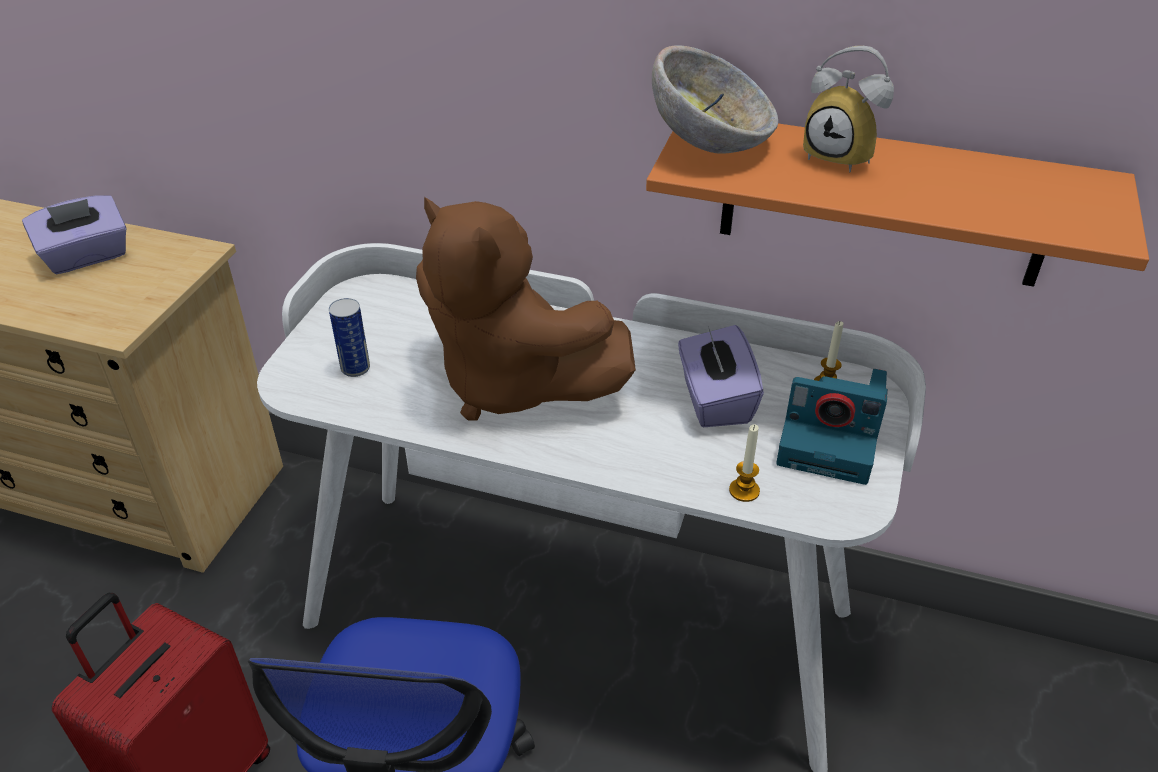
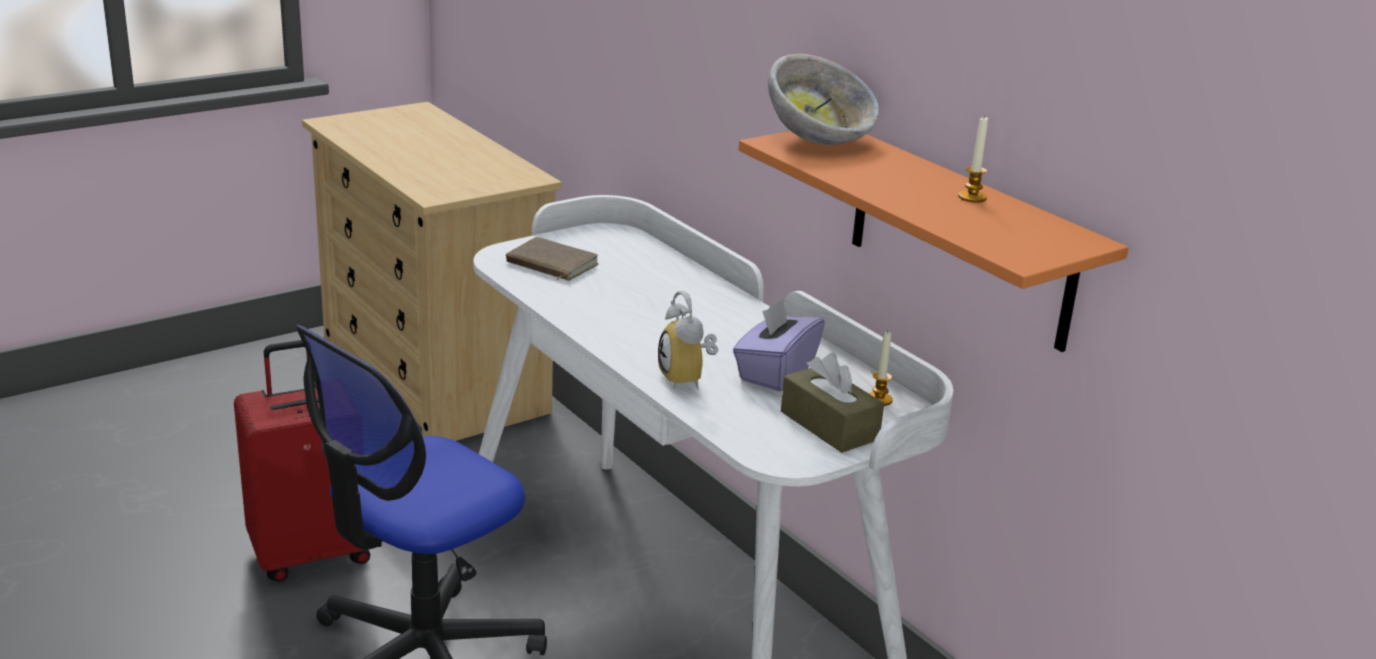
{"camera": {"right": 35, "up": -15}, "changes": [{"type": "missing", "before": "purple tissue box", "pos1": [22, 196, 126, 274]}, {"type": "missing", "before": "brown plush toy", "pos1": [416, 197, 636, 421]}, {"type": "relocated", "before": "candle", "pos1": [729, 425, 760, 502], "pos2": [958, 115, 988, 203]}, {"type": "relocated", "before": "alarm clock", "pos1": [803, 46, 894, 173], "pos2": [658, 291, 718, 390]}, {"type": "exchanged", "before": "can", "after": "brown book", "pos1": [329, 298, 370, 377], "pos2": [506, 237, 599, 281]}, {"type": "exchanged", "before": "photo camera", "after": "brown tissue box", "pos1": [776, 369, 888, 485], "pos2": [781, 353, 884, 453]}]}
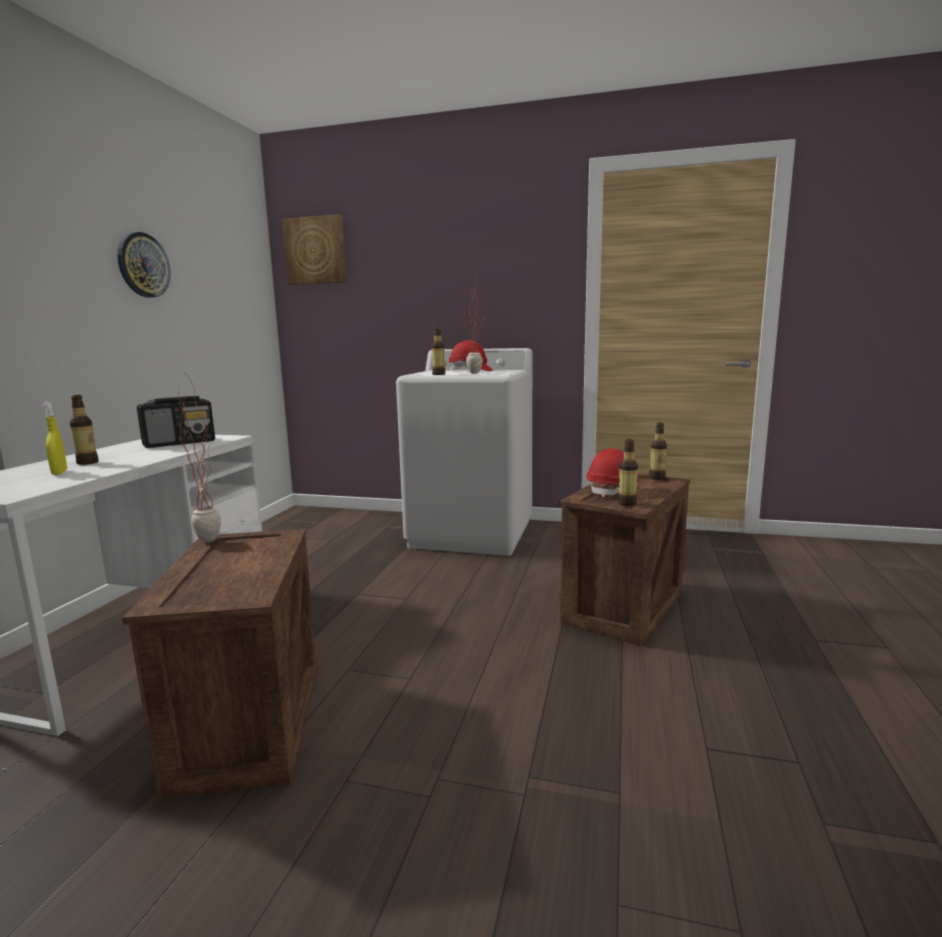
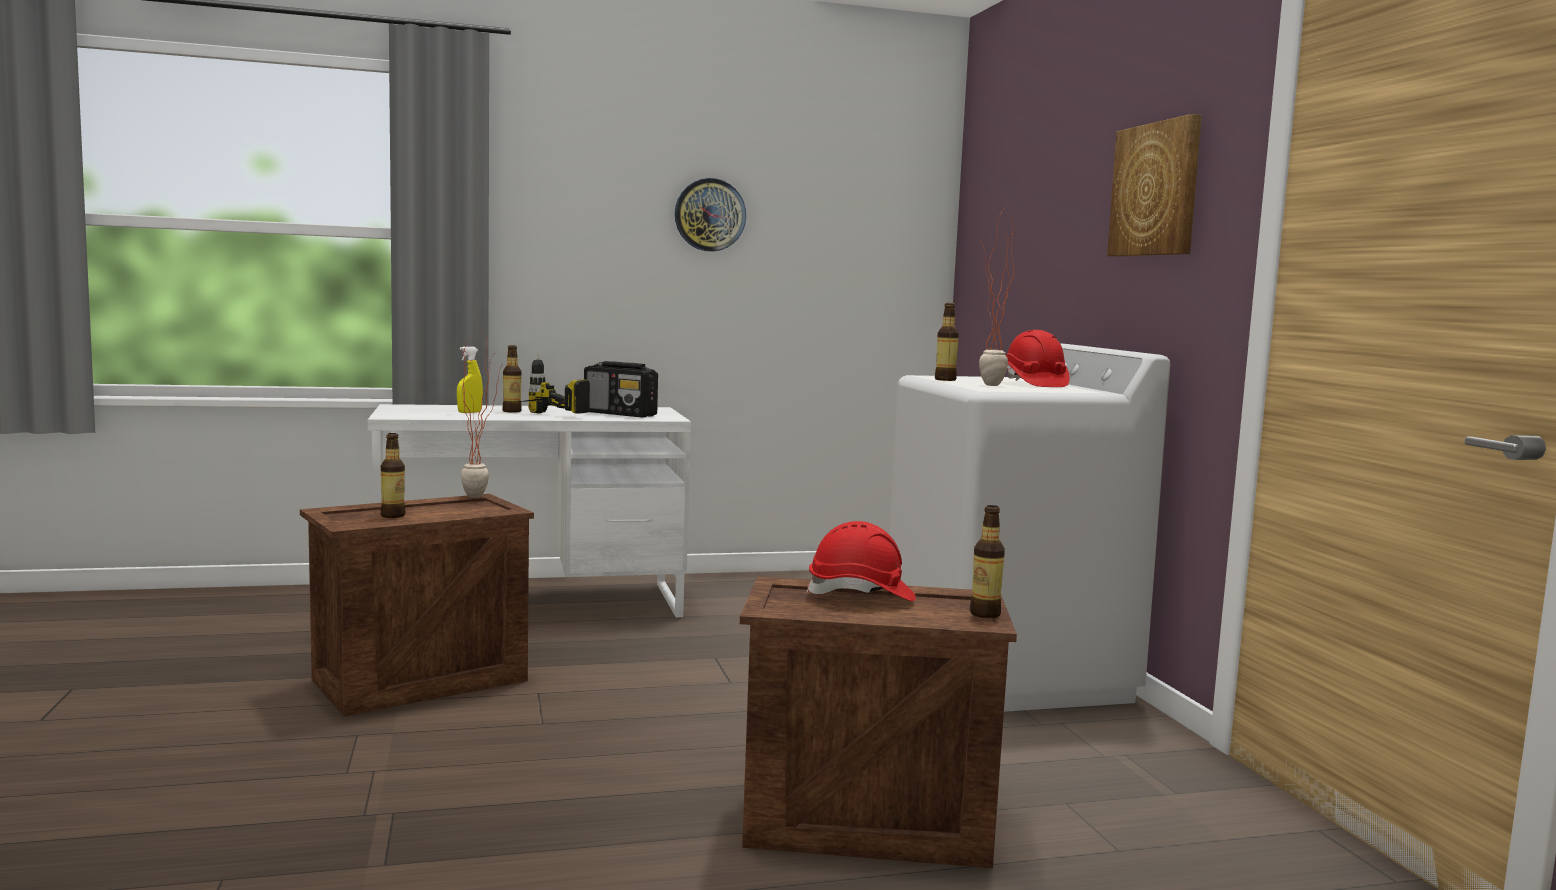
{"camera": {"right": 60, "up": -5}, "changes": [{"type": "appeared", "after": "power drill", "pos2": [518, 354, 590, 414]}, {"type": "relocated", "before": "picture", "pos1": [282, 214, 347, 285], "pos2": [1107, 114, 1202, 257]}, {"type": "relocated", "before": "bottle", "pos1": [618, 439, 638, 506], "pos2": [381, 433, 405, 518]}]}
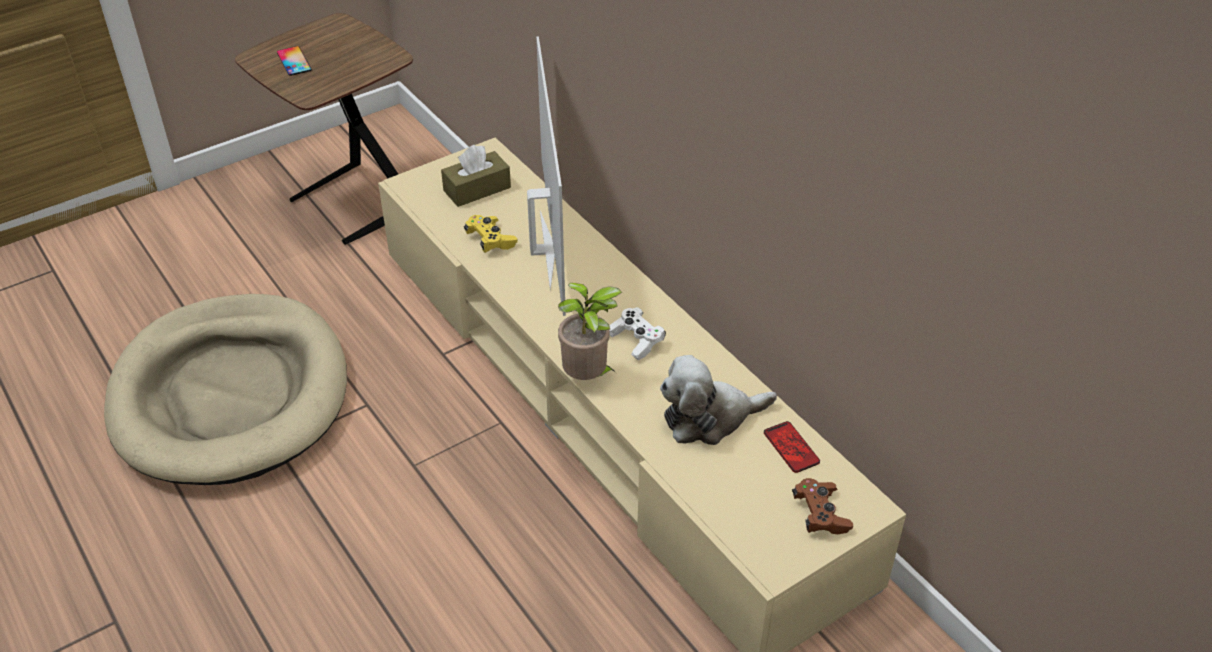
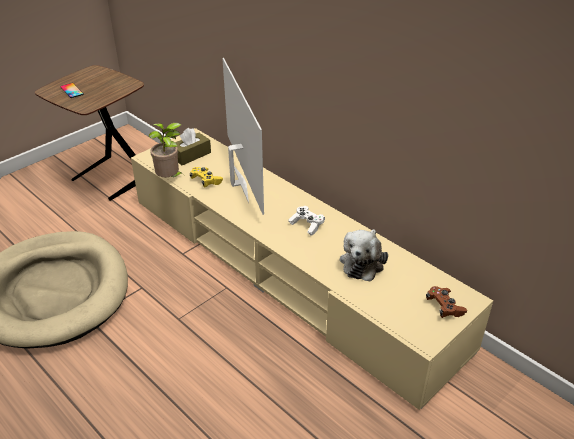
{"camera": {"right": -10, "up": -5}, "changes": [{"type": "missing", "before": "phone", "pos1": [764, 421, 820, 473]}, {"type": "relocated", "before": "potted plant", "pos1": [558, 283, 622, 380], "pos2": [149, 123, 183, 177]}, {"type": "spun", "before": "plush toy", "pos1": [660, 355, 777, 445], "pos2": [340, 229, 388, 282], "turn": -45}]}
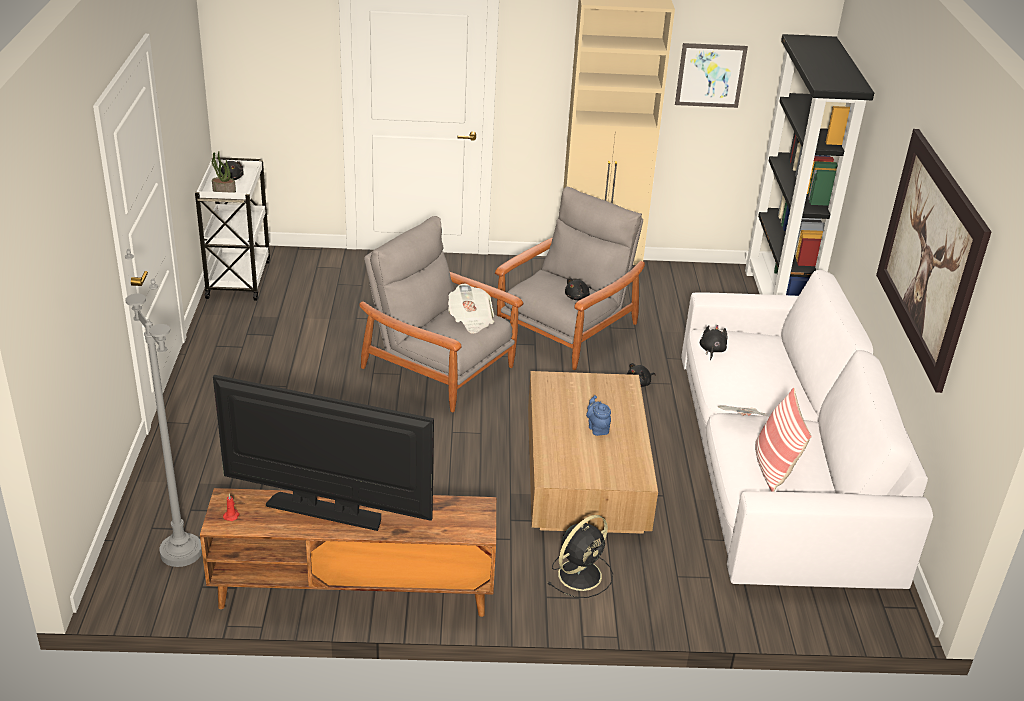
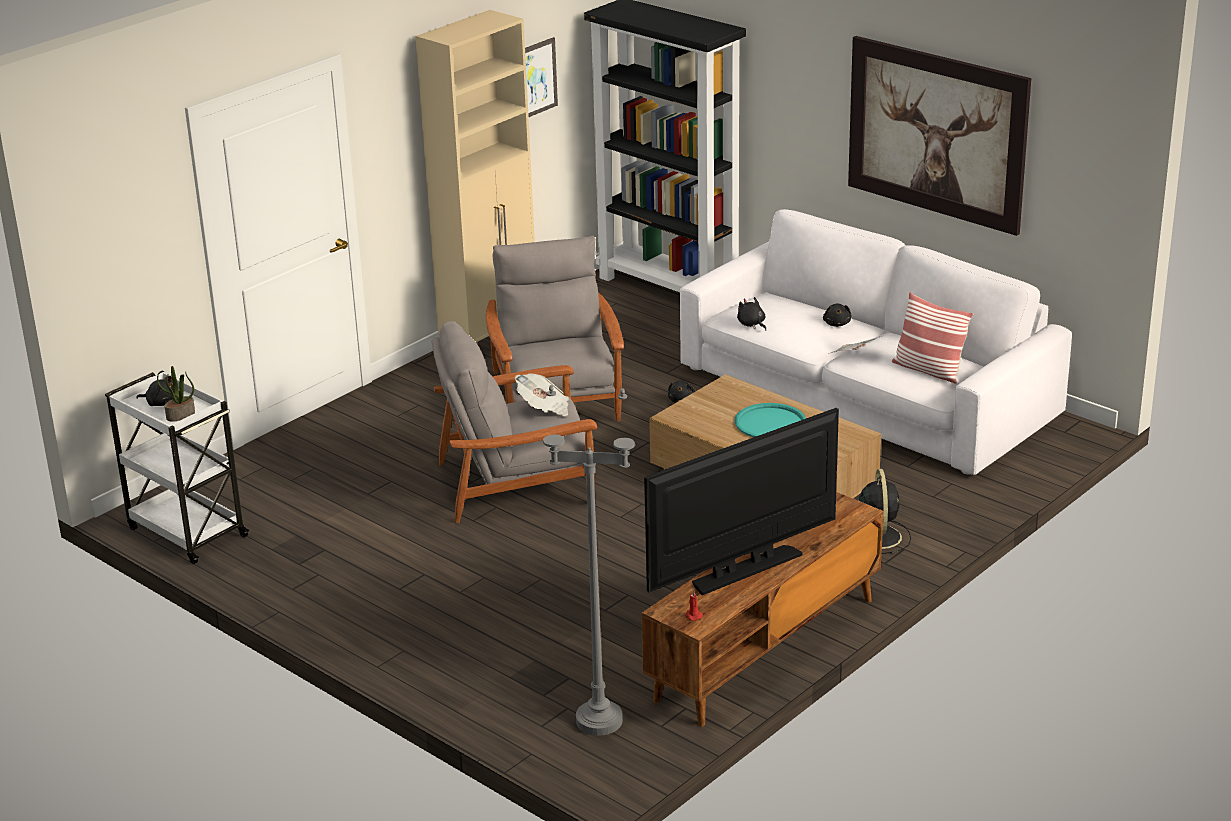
{"camera": {"right": -45, "up": -5}, "changes": [{"type": "relocated", "before": "black plush toy", "pos1": [565, 278, 592, 301], "pos2": [823, 303, 852, 327]}, {"type": "exchanged", "before": "blue teapot", "after": "turquoise tray", "pos1": [586, 395, 611, 436], "pos2": [735, 403, 806, 438]}]}
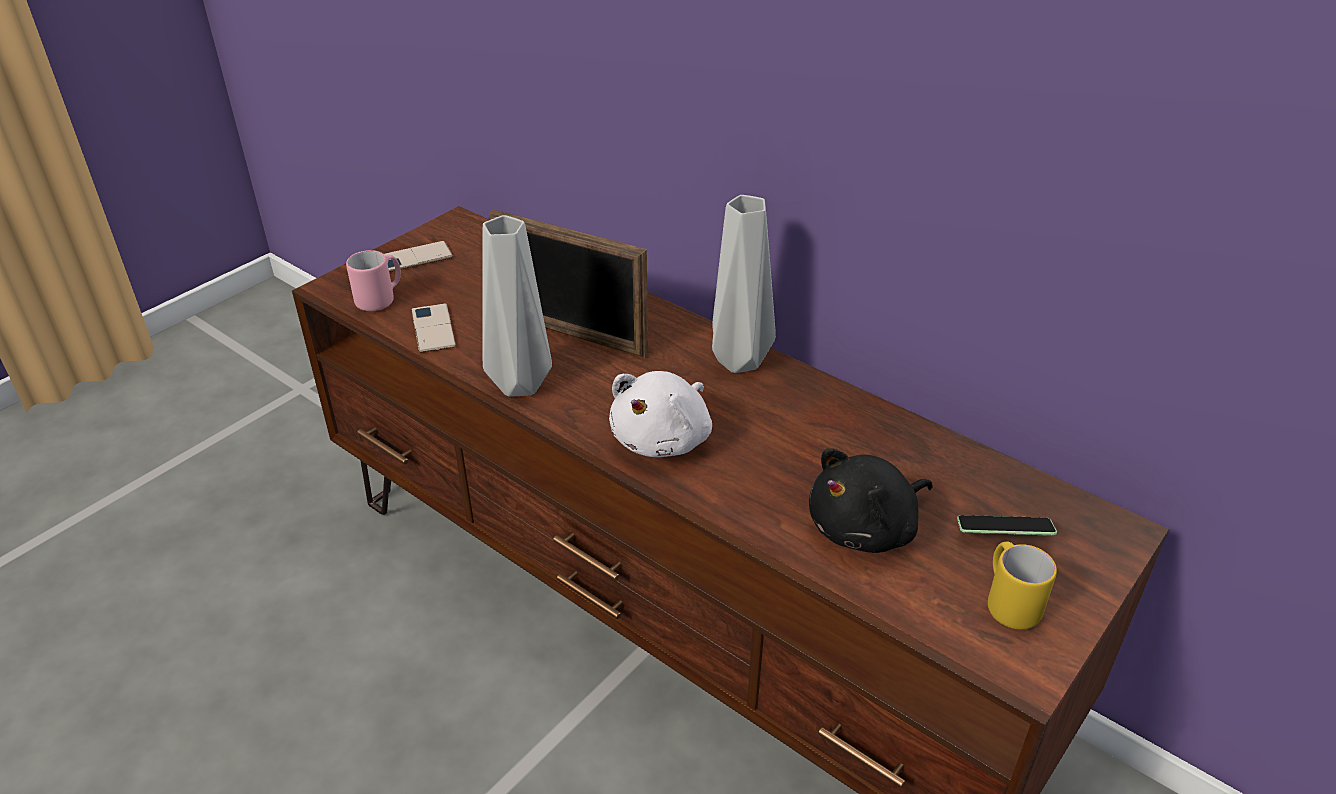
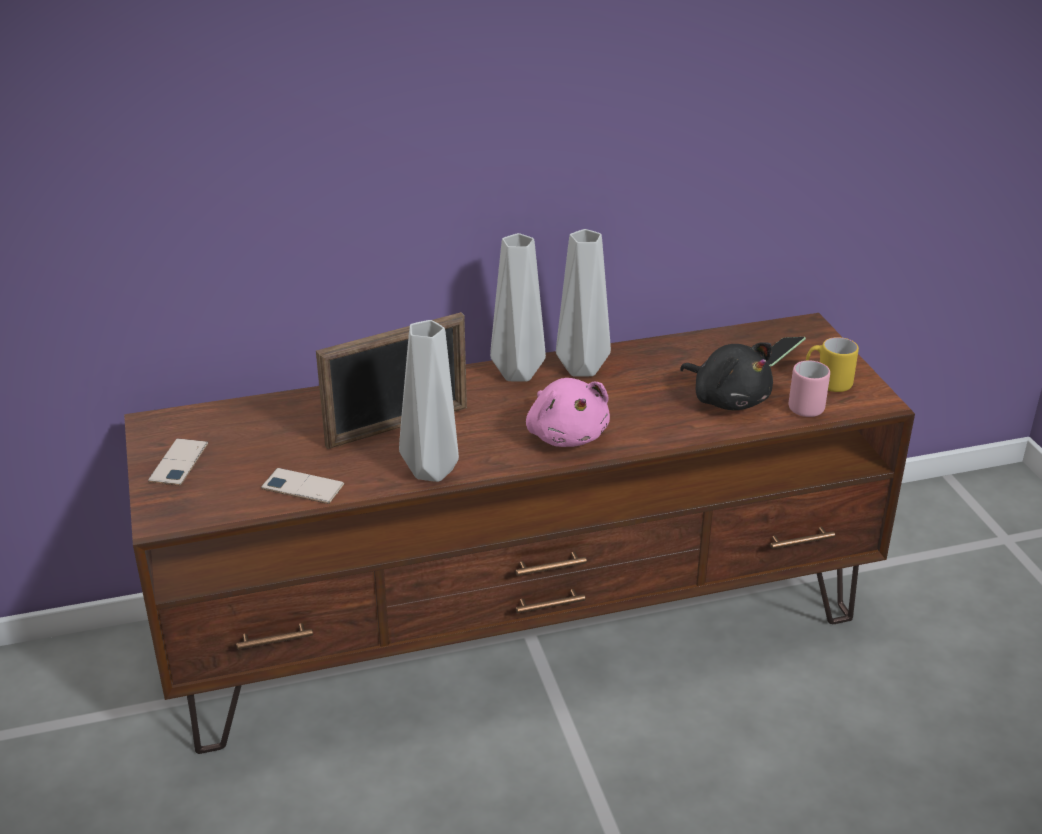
{"camera": {"right": -55, "up": -5}, "changes": [{"type": "appeared", "after": "grey vase", "pos2": [556, 229, 611, 377]}, {"type": "relocated", "before": "pink mug", "pos1": [346, 250, 401, 311], "pos2": [789, 360, 830, 417]}, {"type": "colour", "before": "white plush toy", "after": "pink plush toy", "pos1": [609, 371, 712, 457], "pos2": [526, 378, 610, 447]}, {"type": "spun", "before": "black plush toy", "pos1": [809, 448, 933, 553], "pos2": [680, 342, 773, 410], "turn": -45}]}
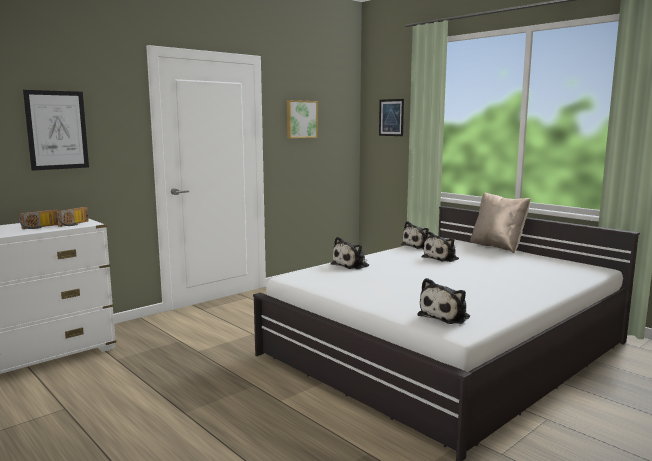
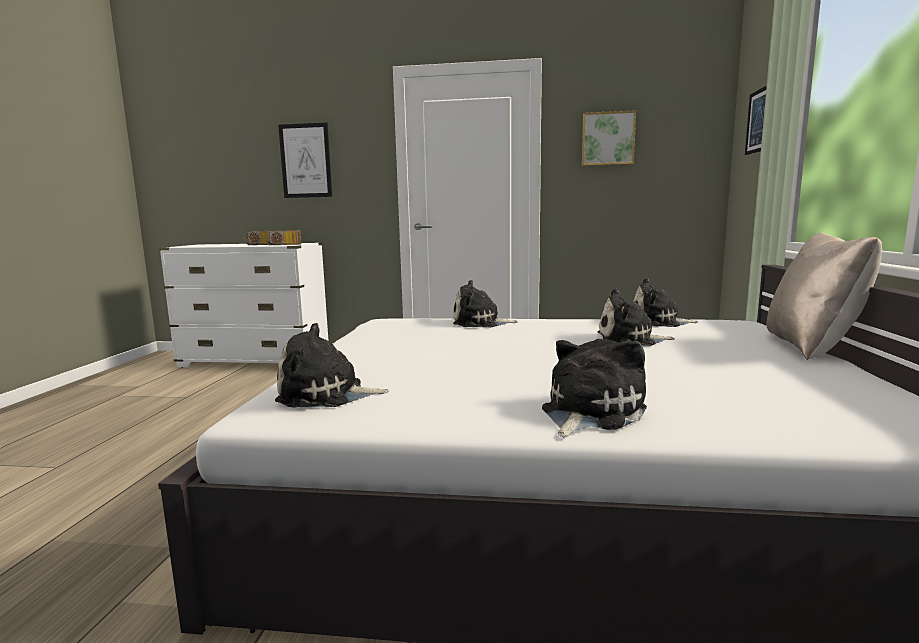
{"camera": {"right": 50, "up": 0}, "changes": [{"type": "appeared", "after": "plush toy", "pos2": [542, 339, 647, 438]}]}
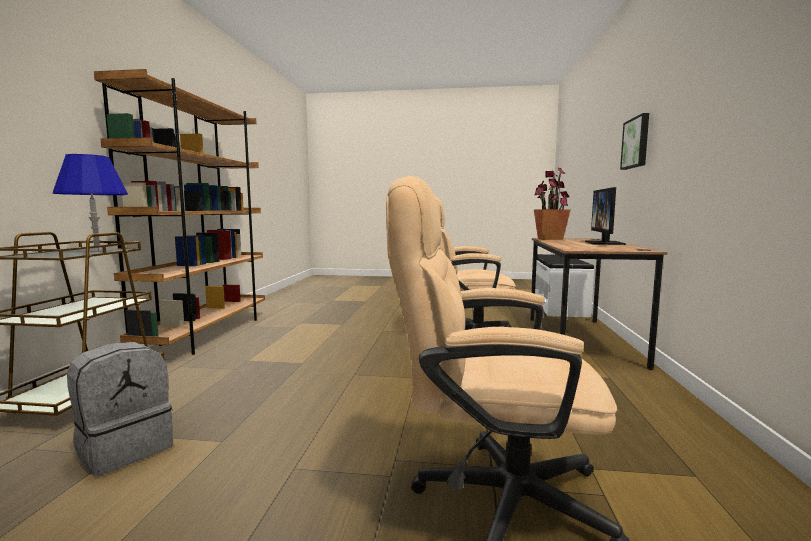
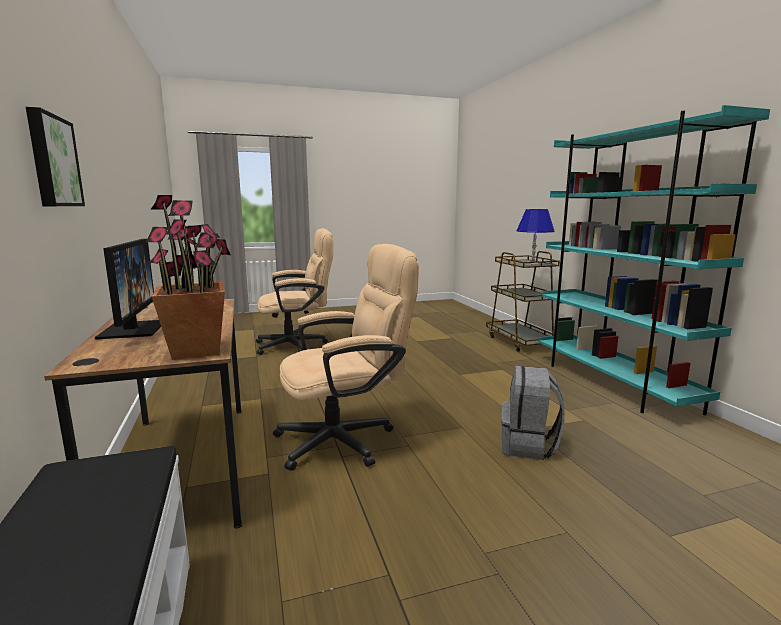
{"camera": {"right": 155, "up": 5}, "changes": [{"type": "relocated", "before": "grey backpack", "pos1": [67, 342, 173, 476], "pos2": [501, 366, 565, 460]}, {"type": "colour", "before": "brown bookcase", "after": "turquoise bookcase", "pos1": [94, 69, 265, 355], "pos2": [539, 105, 770, 415]}]}
